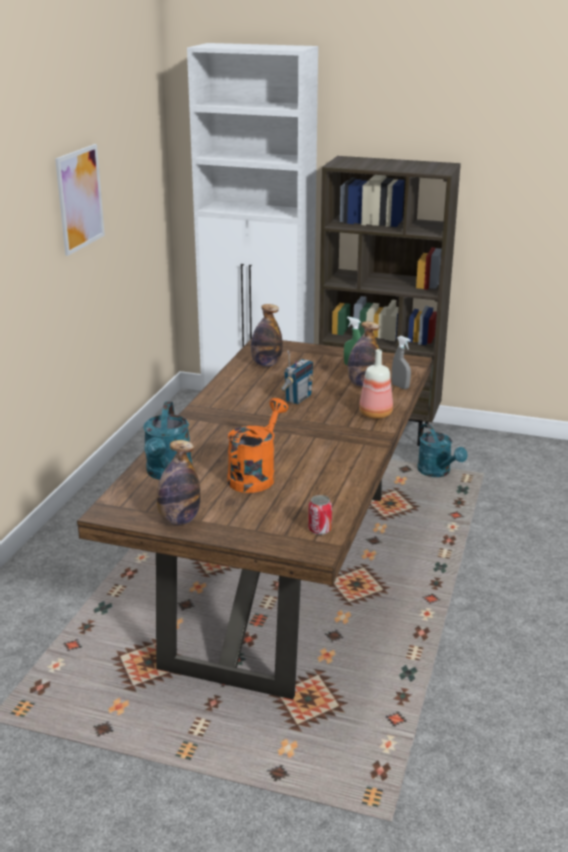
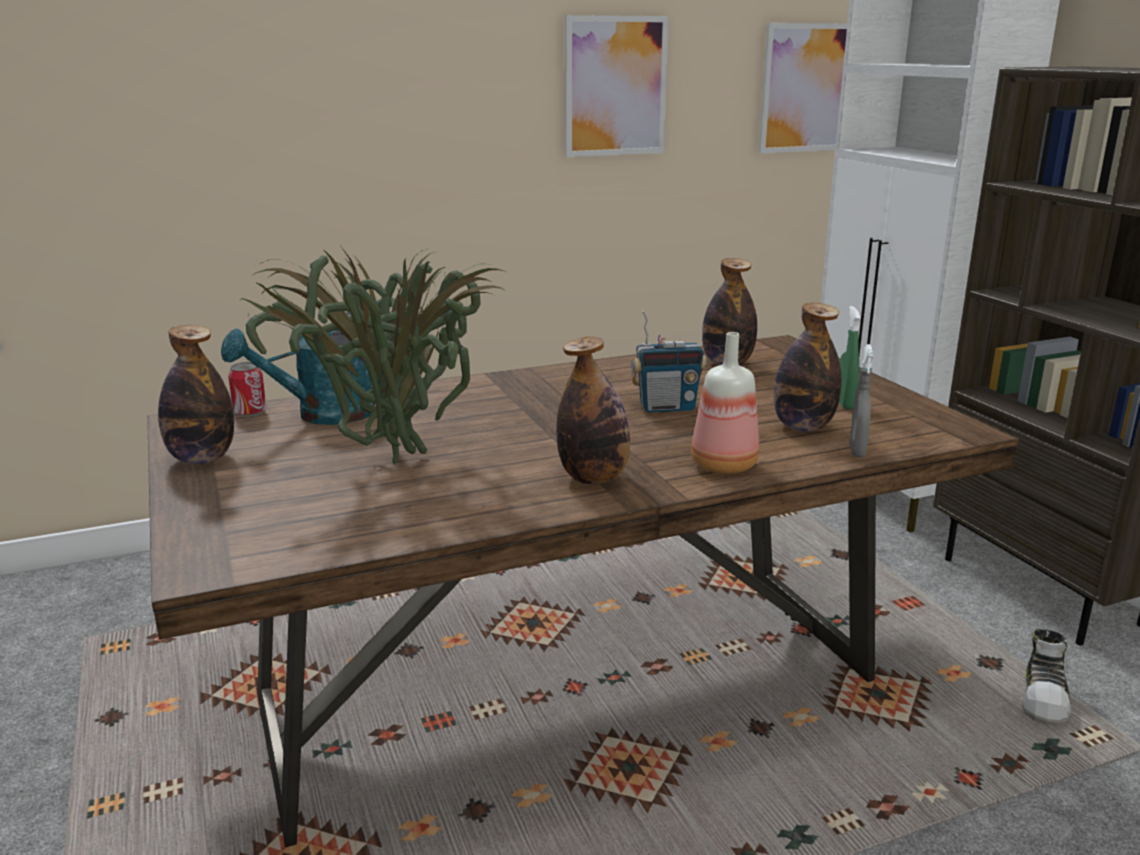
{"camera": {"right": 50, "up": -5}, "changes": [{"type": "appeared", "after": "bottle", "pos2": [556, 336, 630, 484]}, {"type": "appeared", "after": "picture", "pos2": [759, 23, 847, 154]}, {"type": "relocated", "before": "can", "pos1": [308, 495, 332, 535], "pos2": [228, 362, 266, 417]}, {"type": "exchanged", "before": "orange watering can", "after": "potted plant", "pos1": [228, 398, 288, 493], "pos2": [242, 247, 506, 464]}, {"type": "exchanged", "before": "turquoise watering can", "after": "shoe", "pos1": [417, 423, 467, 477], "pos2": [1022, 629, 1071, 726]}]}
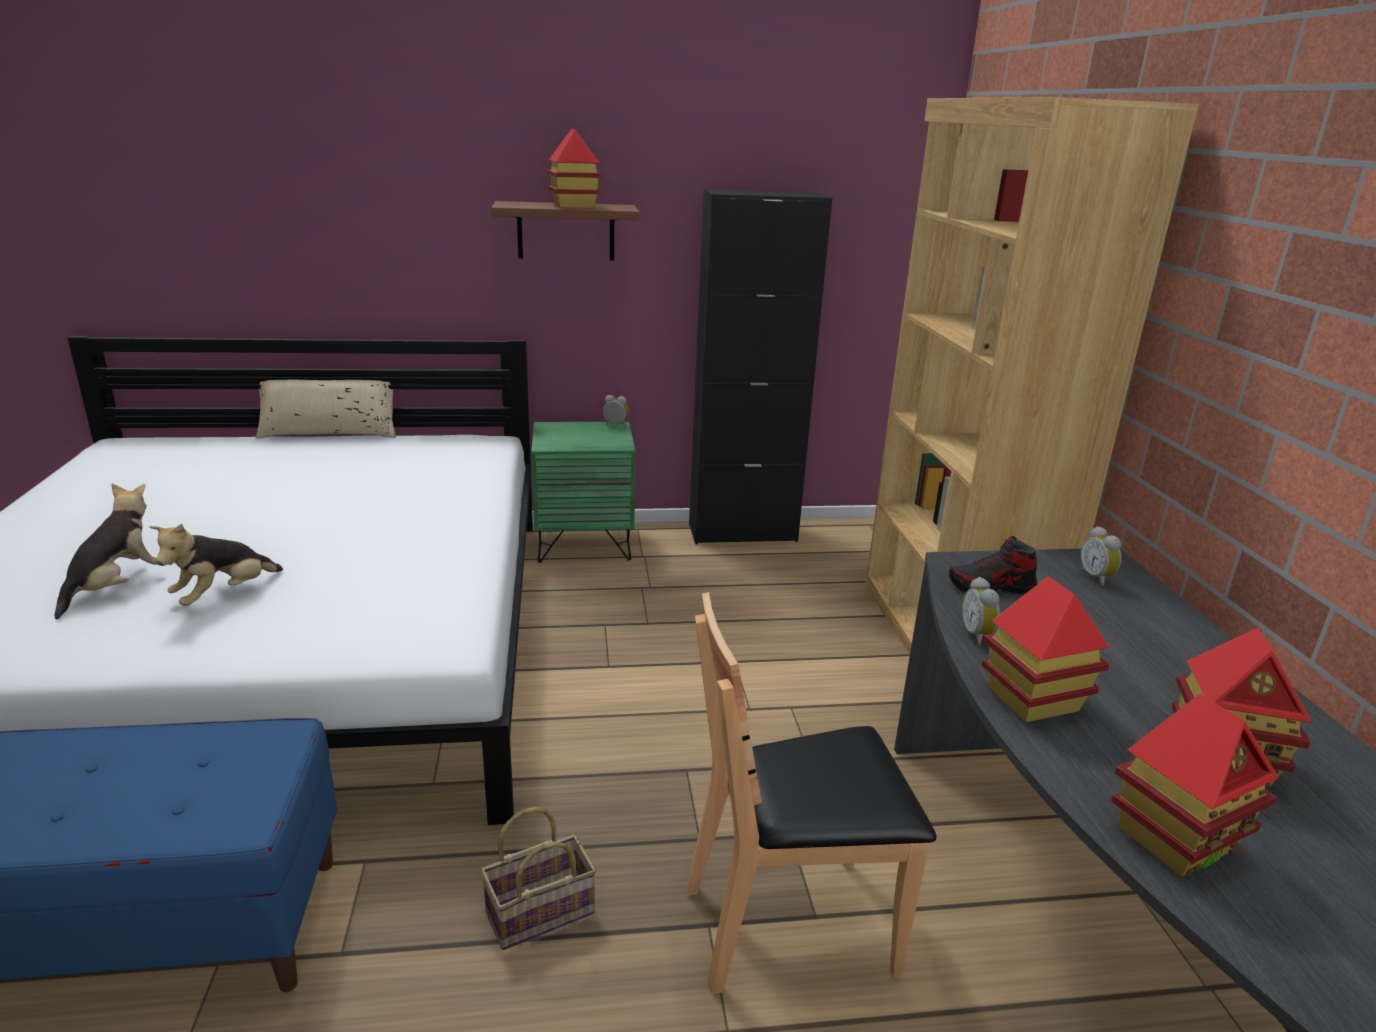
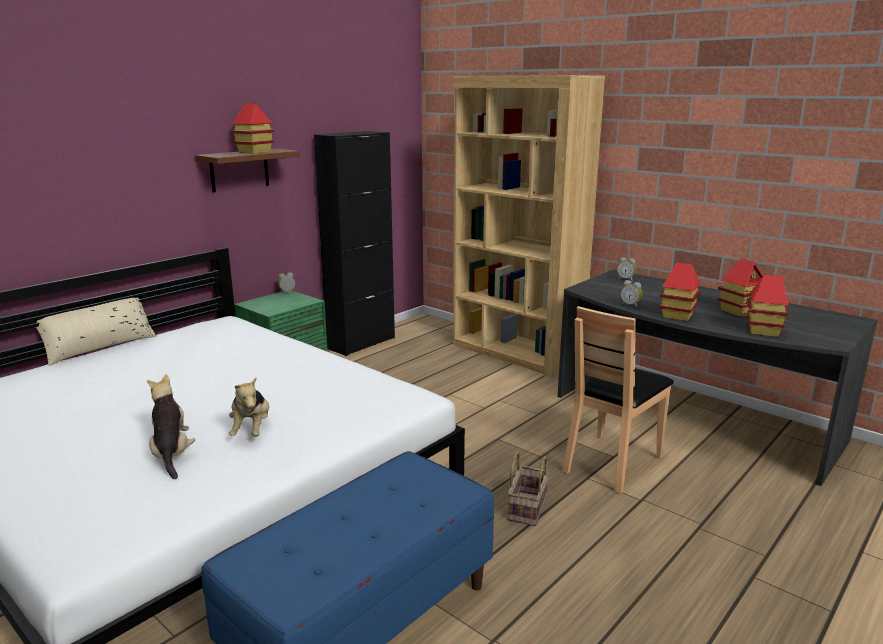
{"camera": {"right": -40, "up": -5}, "changes": [{"type": "missing", "before": "shoe", "pos1": [949, 536, 1037, 595]}]}
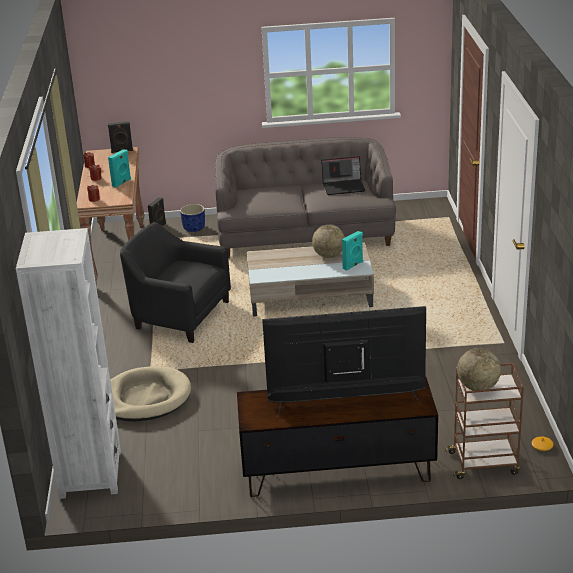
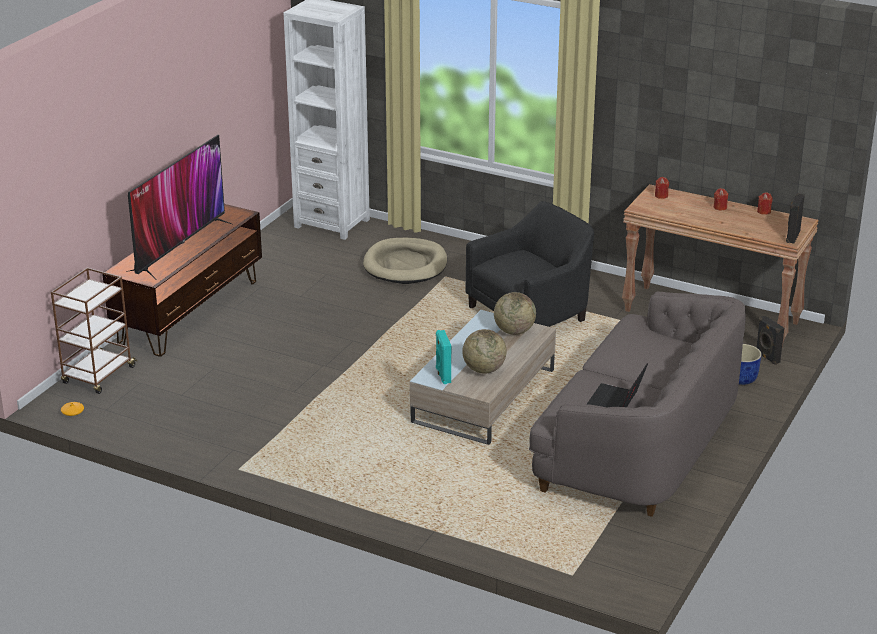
{"camera": {"right": 120, "up": 0}, "changes": [{"type": "missing", "before": "turquoise speaker", "pos1": [108, 149, 131, 188]}, {"type": "relocated", "before": "globe", "pos1": [457, 348, 501, 390], "pos2": [494, 292, 536, 335]}]}
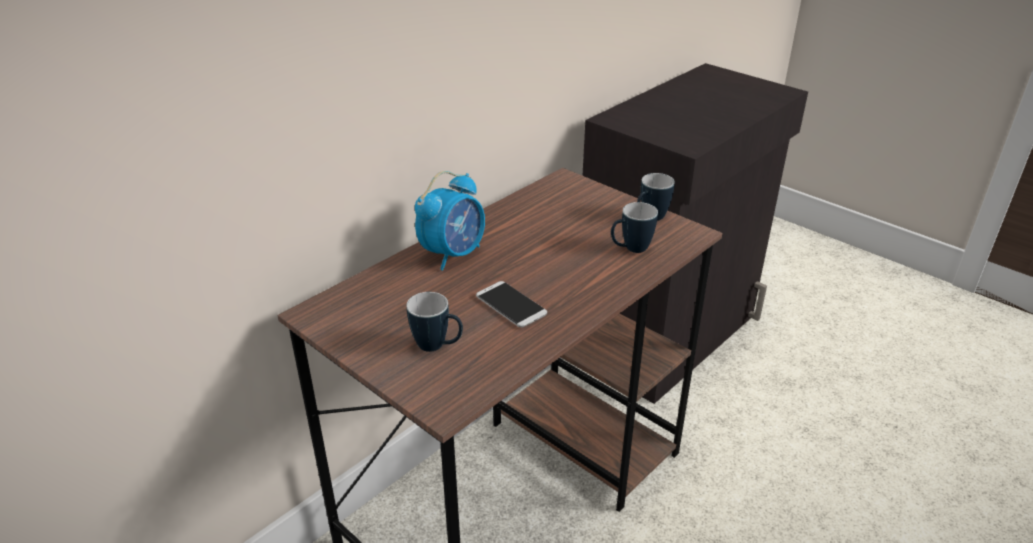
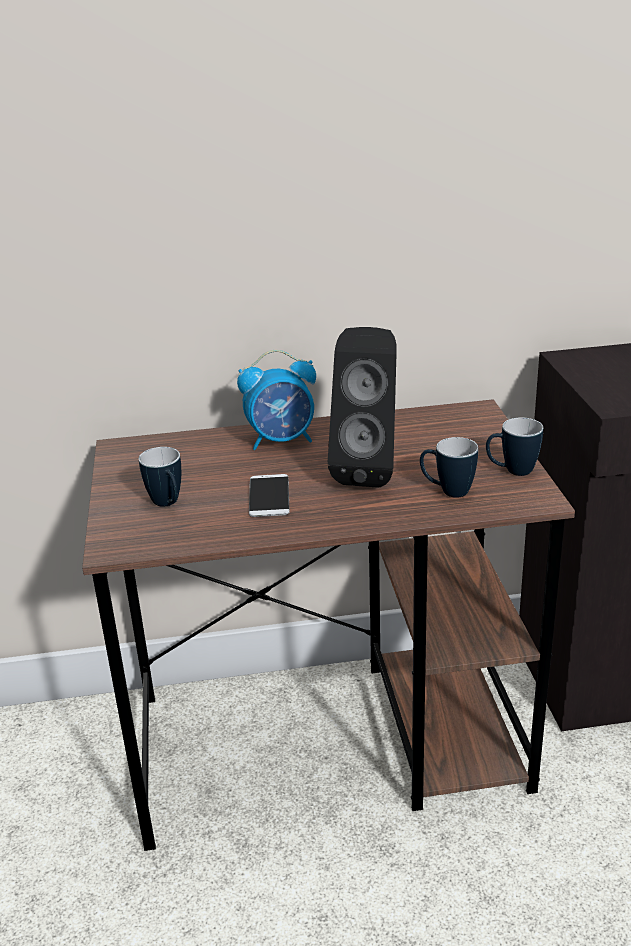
{"camera": {"right": 40, "up": -5}, "changes": [{"type": "appeared", "after": "black speaker", "pos2": [328, 327, 397, 488]}]}
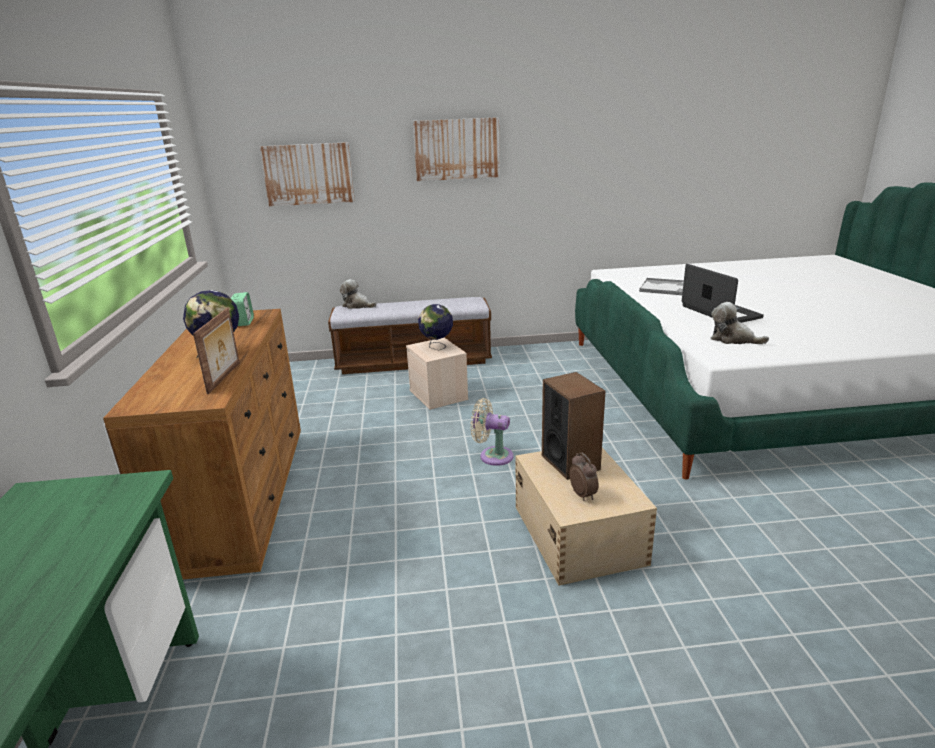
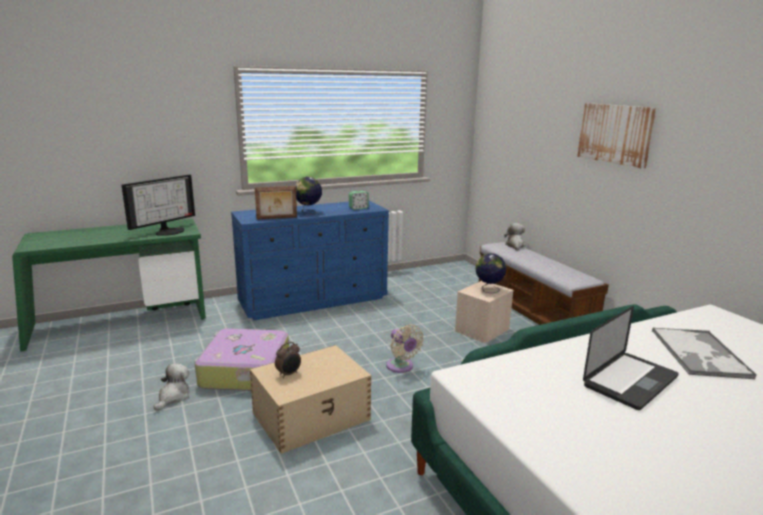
{"camera": {"right": 70, "up": -5}, "changes": [{"type": "missing", "before": "picture", "pos1": [259, 142, 355, 206]}, {"type": "missing", "before": "speaker", "pos1": [542, 372, 605, 480]}, {"type": "appeared", "after": "monitor", "pos2": [122, 175, 195, 236]}, {"type": "appeared", "after": "suitcase", "pos2": [194, 328, 289, 391]}, {"type": "relocated", "before": "plush toy", "pos1": [711, 302, 769, 344], "pos2": [154, 363, 190, 411]}, {"type": "colour", "before": "brown dresser", "after": "blue dresser", "pos1": [103, 309, 301, 579], "pos2": [231, 200, 389, 320]}, {"type": "spun", "before": "beige fan", "pos1": [470, 398, 513, 466], "pos2": [386, 325, 424, 373], "turn": 150}]}
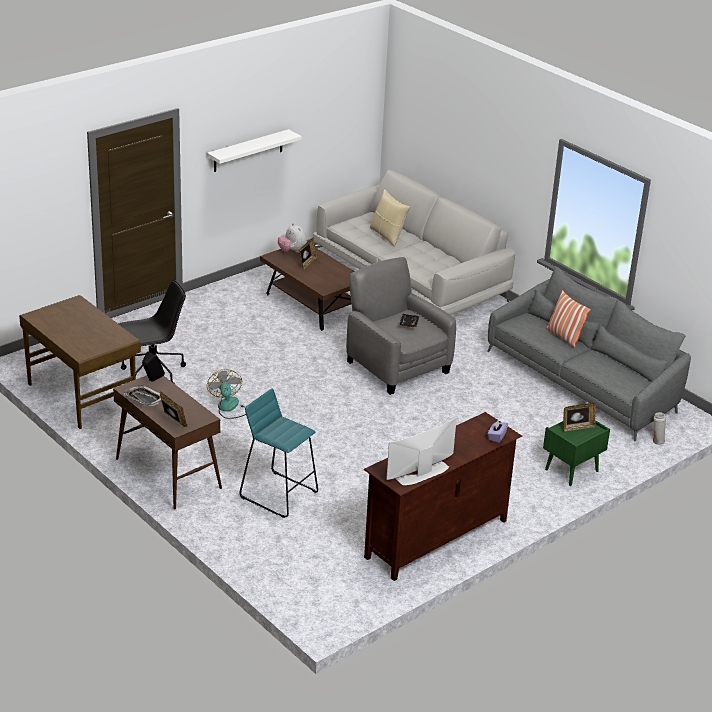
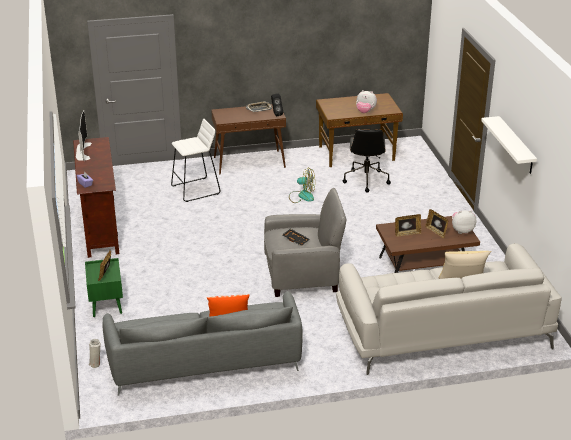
{"camera": {"right": 120, "up": 0}, "changes": [{"type": "appeared", "after": "plush toy", "pos2": [356, 90, 377, 113]}, {"type": "relocated", "before": "picture frame", "pos1": [160, 391, 188, 427], "pos2": [395, 214, 421, 237]}, {"type": "colour", "before": "turquoise stool", "after": "white stool", "pos1": [239, 388, 318, 518], "pos2": [171, 119, 221, 202]}]}
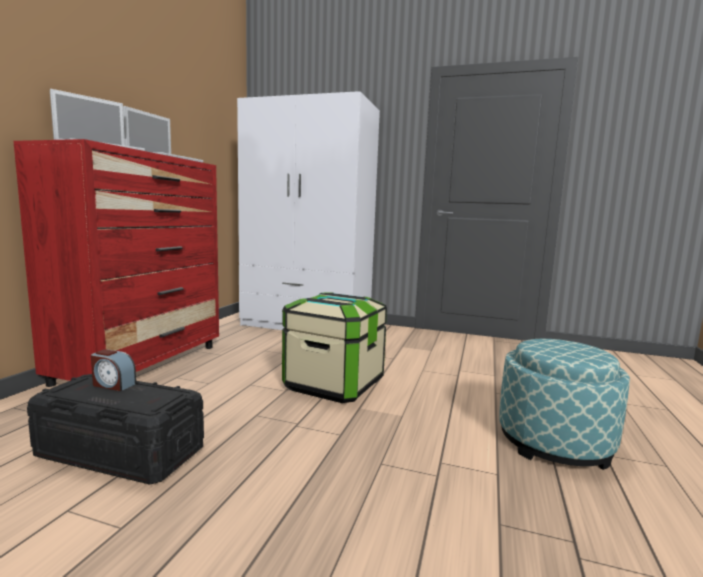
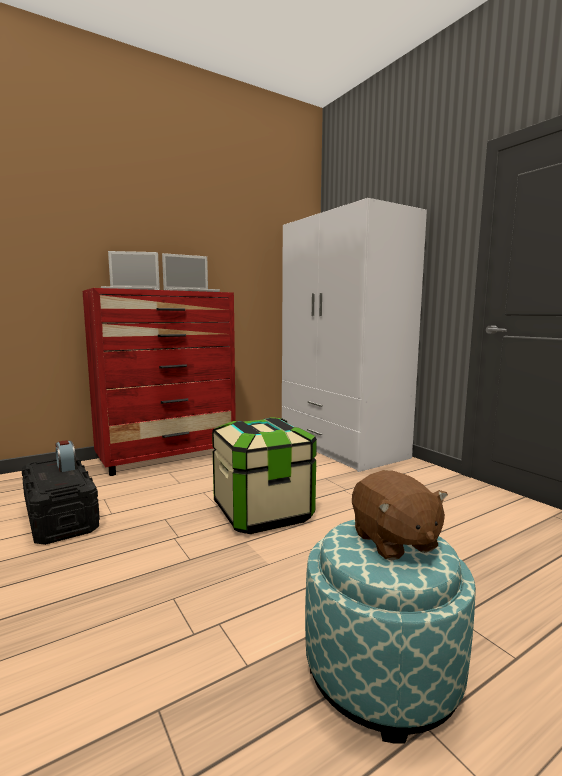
{"camera": {"right": 40, "up": 0}, "changes": [{"type": "appeared", "after": "brown plush toy", "pos2": [352, 470, 448, 560]}]}
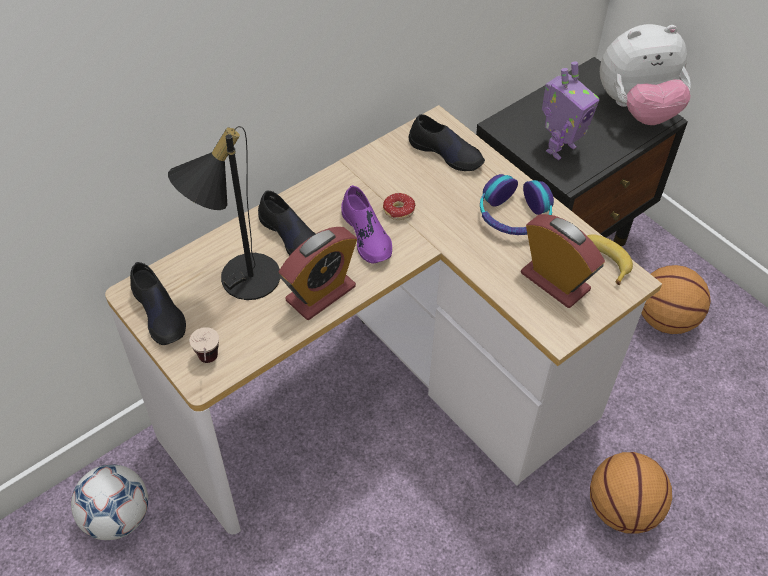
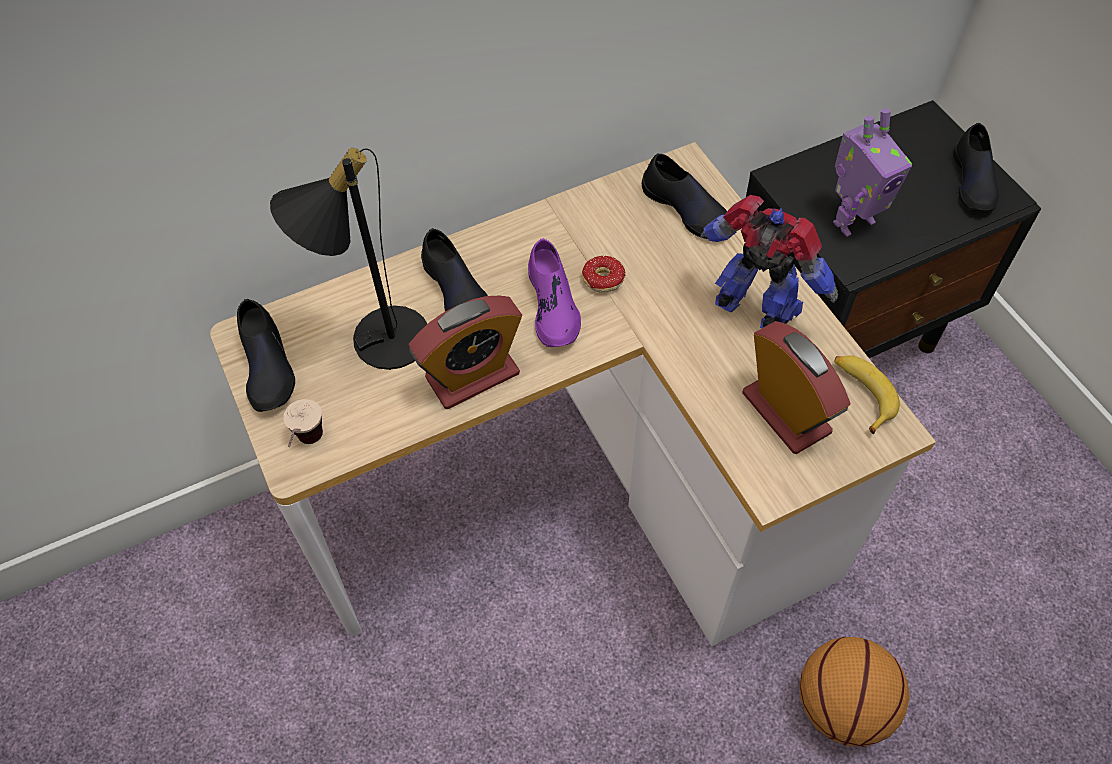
{"camera": {"right": 15, "up": 5}, "changes": [{"type": "missing", "before": "football", "pos1": [71, 464, 148, 540]}, {"type": "missing", "before": "basketball", "pos1": [641, 265, 711, 334]}, {"type": "exchanged", "before": "headphones", "after": "toy robot", "pos1": [480, 174, 554, 235], "pos2": [700, 195, 838, 328]}, {"type": "exchanged", "before": "plush toy", "after": "black shoe", "pos1": [600, 24, 691, 125], "pos2": [953, 123, 1000, 211]}]}
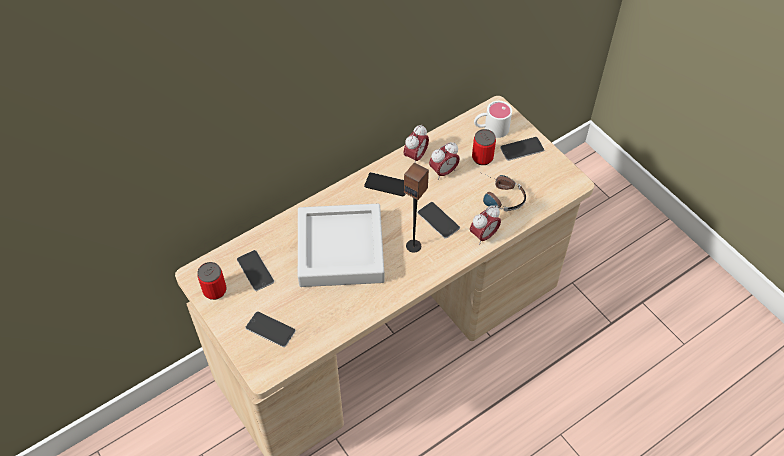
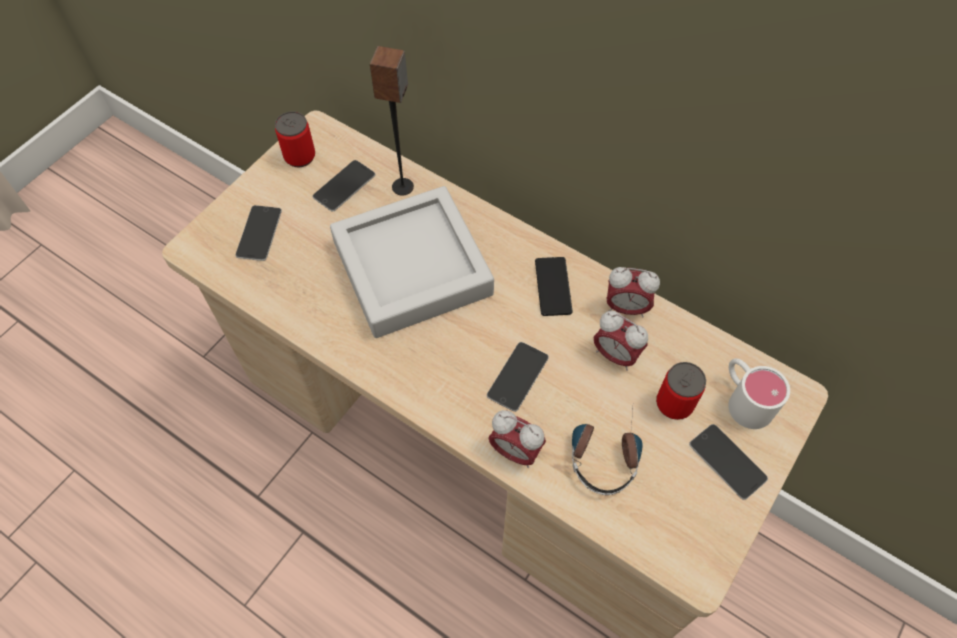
{"camera": {"right": 70, "up": 5}, "changes": [{"type": "relocated", "before": "speaker", "pos1": [404, 162, 429, 253], "pos2": [370, 46, 414, 195]}]}
